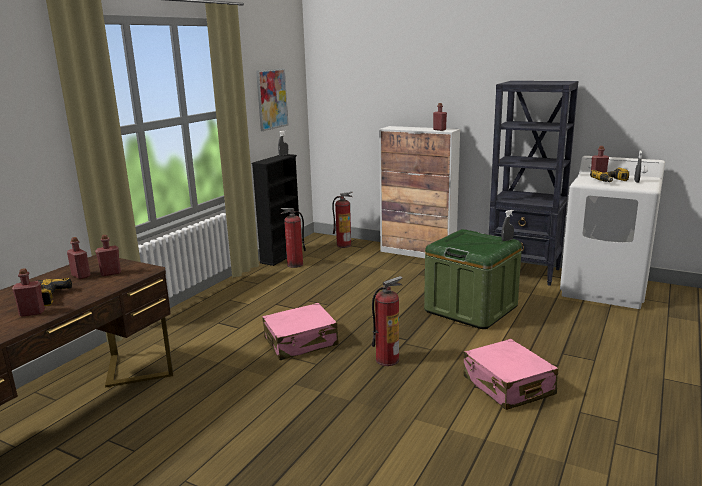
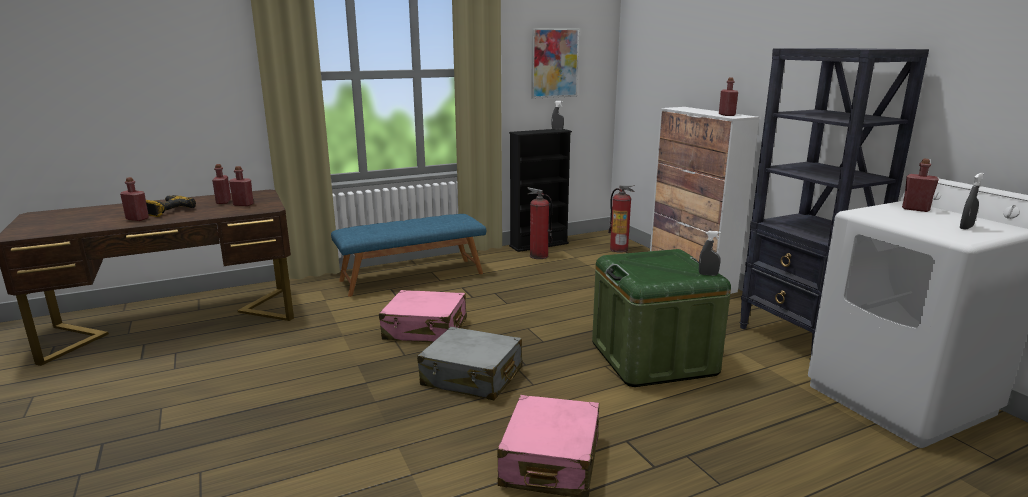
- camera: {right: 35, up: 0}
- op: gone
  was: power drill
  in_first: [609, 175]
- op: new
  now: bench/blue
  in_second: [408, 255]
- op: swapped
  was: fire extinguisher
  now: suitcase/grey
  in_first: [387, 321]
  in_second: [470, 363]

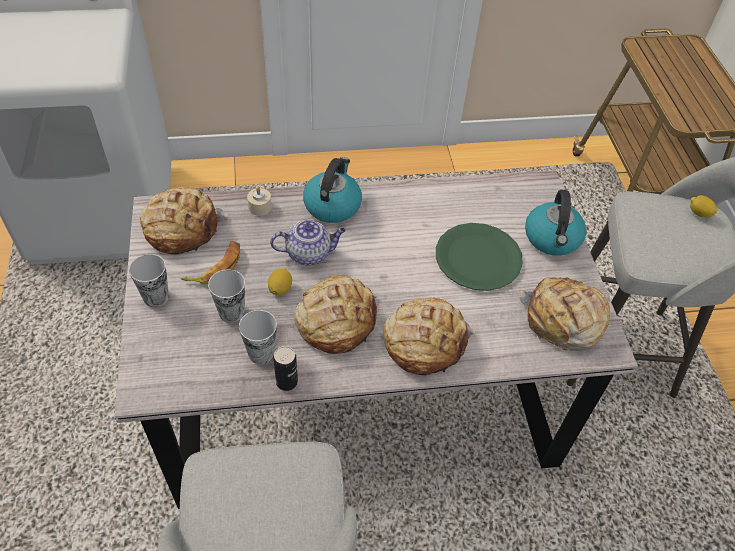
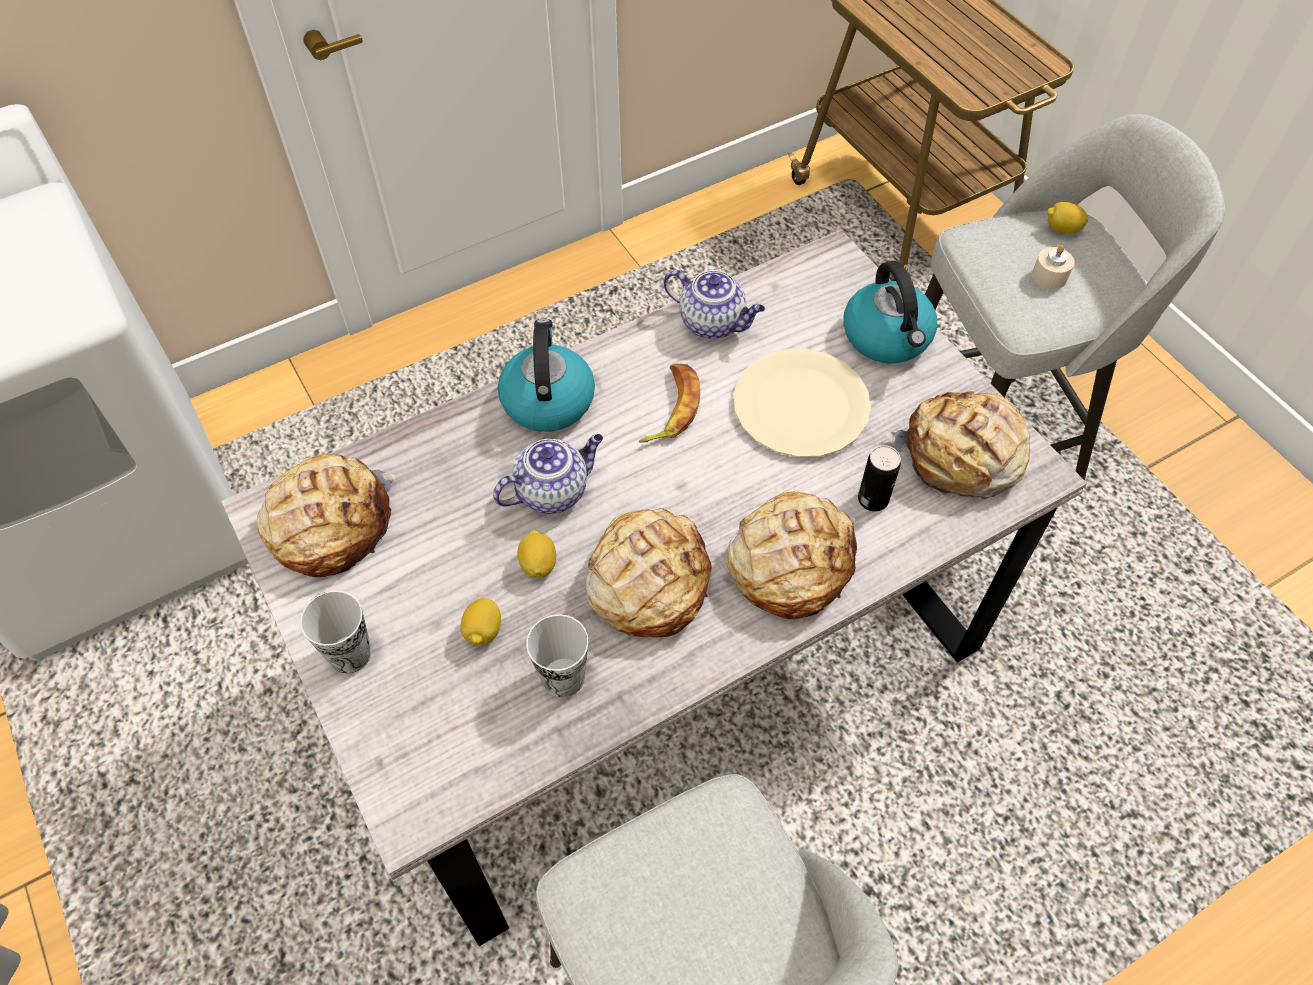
- camera: {right: -20, up: 5}
- op: new
  now: teapot
  in_second: [714, 304]
- op: shifted
  was: banana
  in_first: [210, 262]
  in_second: [669, 403]
- op: shifted
  was: candle/beige
  in_first: [259, 201]
  in_second: [1053, 267]
- op: shifted
  was: can
  in_first: [285, 368]
  in_second: [879, 478]
- op: swapped
  was: cup
  now: lemon
  in_first: [226, 296]
  in_second: [480, 621]
- op: repainted
  was: plate/green
  now: plate/beige
  in_first: [479, 257]
  in_second: [802, 403]

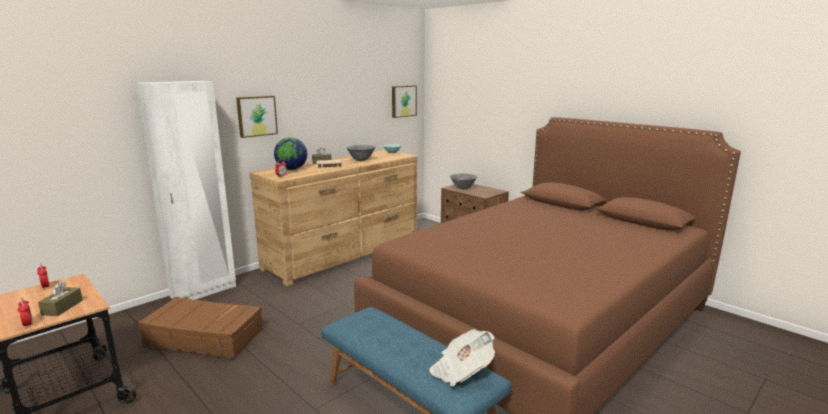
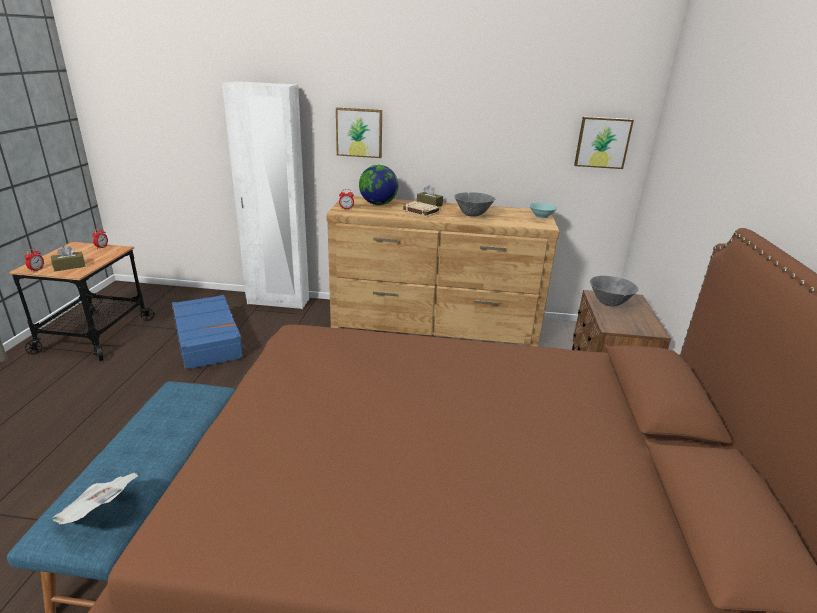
- camera: {right: 50, up: 10}
- op: repainted
  was: suitcase/brown
  now: suitcase/blue
  in_first: [200, 328]
  in_second: [209, 332]

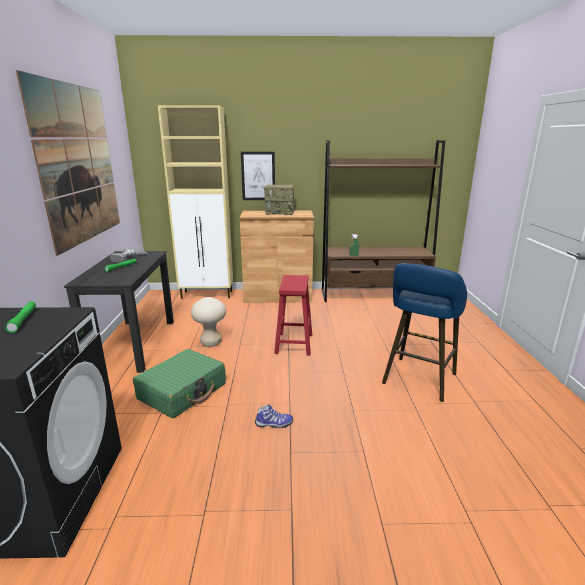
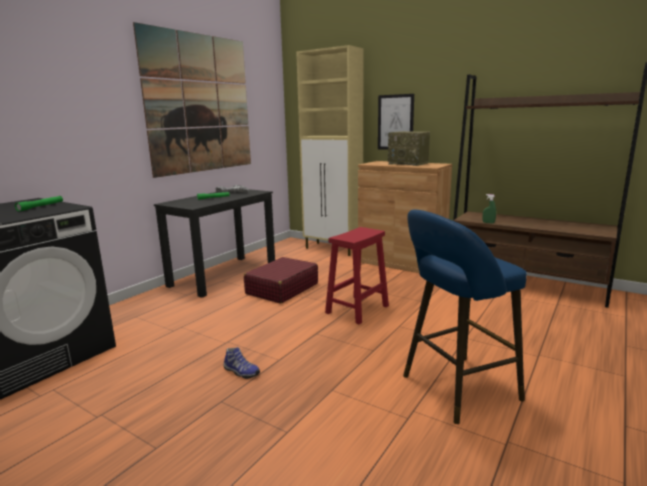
- camera: {right: 35, up: -5}
- op: gone
  was: suitcase/green
  in_first: [179, 383]
- op: swapped
  was: stool/beige
  now: suitcase/red
  in_first: [208, 322]
  in_second: [281, 280]

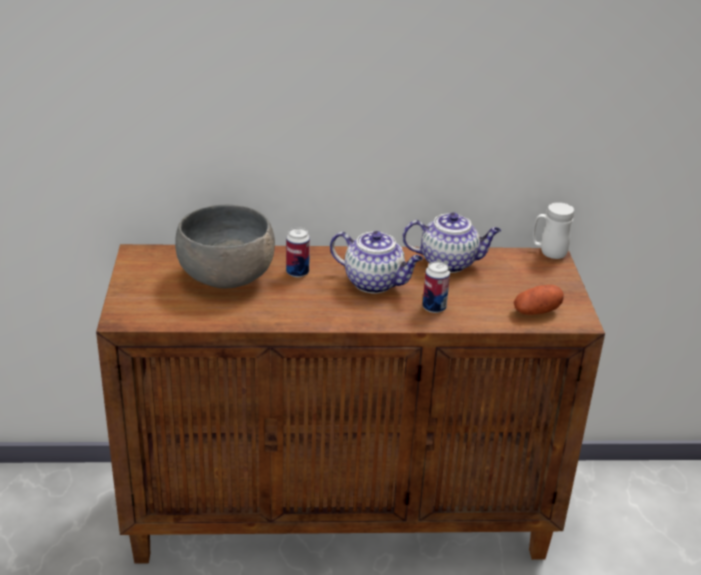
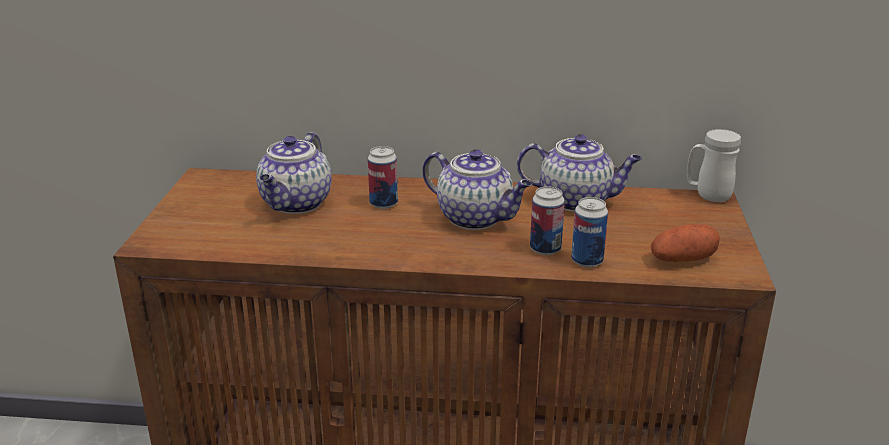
- camera: {right: 10, up: -5}
- op: new
  now: can
  in_second: [589, 232]
- op: swapped
  was: bowl/grey
  now: teapot
  in_first: [225, 246]
  in_second: [294, 173]

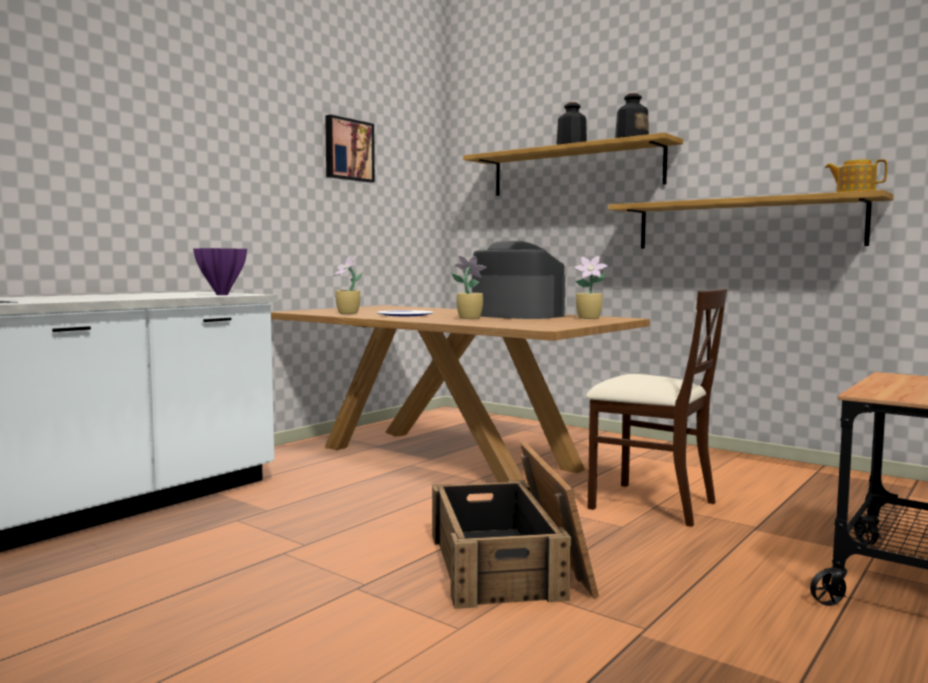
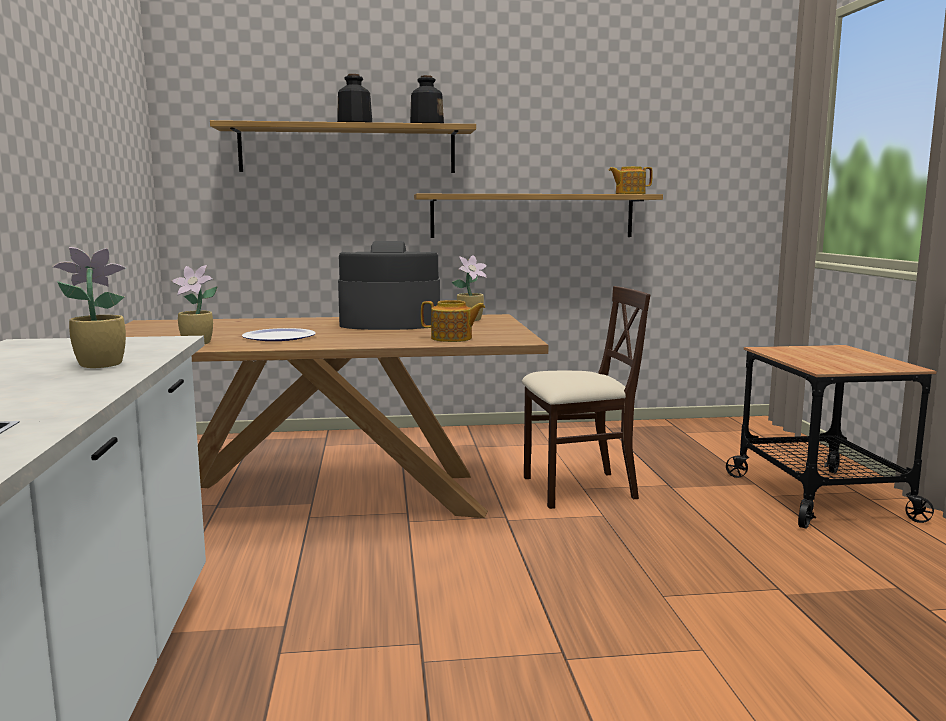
- camera: {right: -45, up: 5}
- op: gone
  was: vase/purple
  in_first: [220, 271]
- op: gone
  was: picture
  in_first: [350, 149]
- op: gone
  was: crate
  in_first: [515, 525]
- op: new
  now: teapot
  in_second: [453, 321]
- op: shifted
  was: potted plant
  in_first: [469, 287]
  in_second: [89, 307]

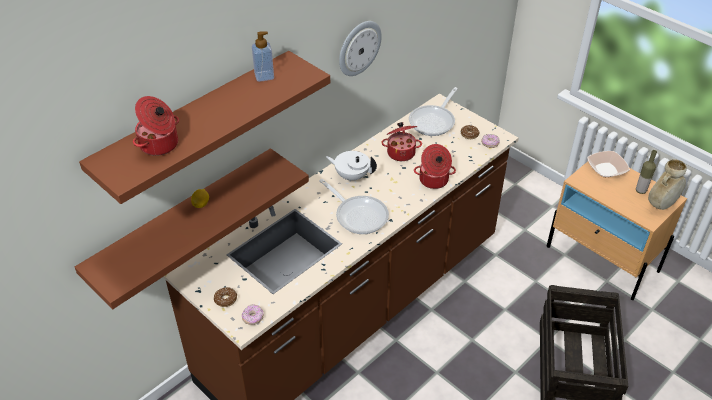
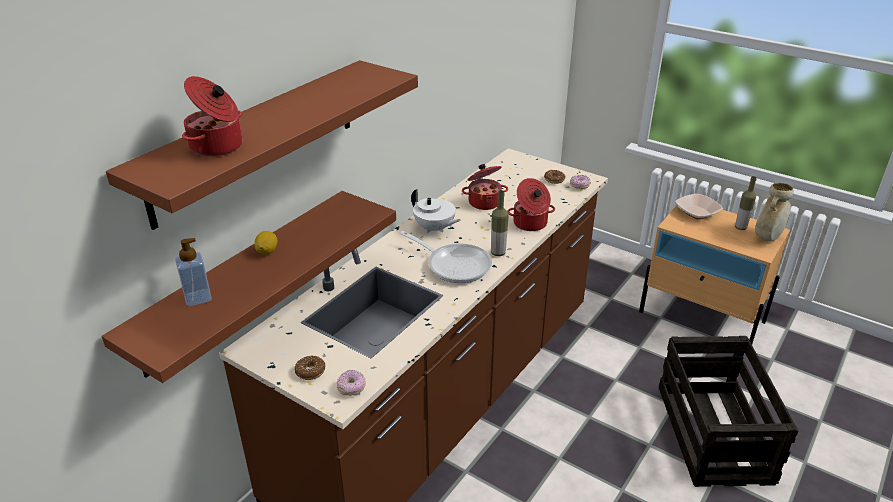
- camera: {right: -10, up: -10}
- op: gone
  was: wall clock
  in_first: [360, 48]
- op: gone
  was: frying pan
  in_first: [433, 111]
- op: new
  now: bottle
  in_second: [500, 223]
- op: shifted
  was: soap dispenser
  in_first: [263, 56]
  in_second: [193, 272]
- op: rotated
  was: teapot/white
  in_first: [351, 166]
  in_second: [436, 211]
  clockwise: -150

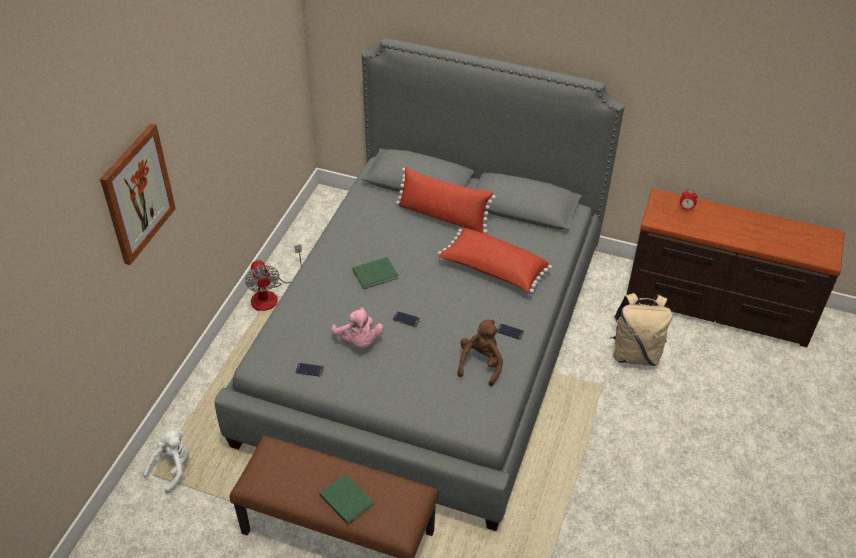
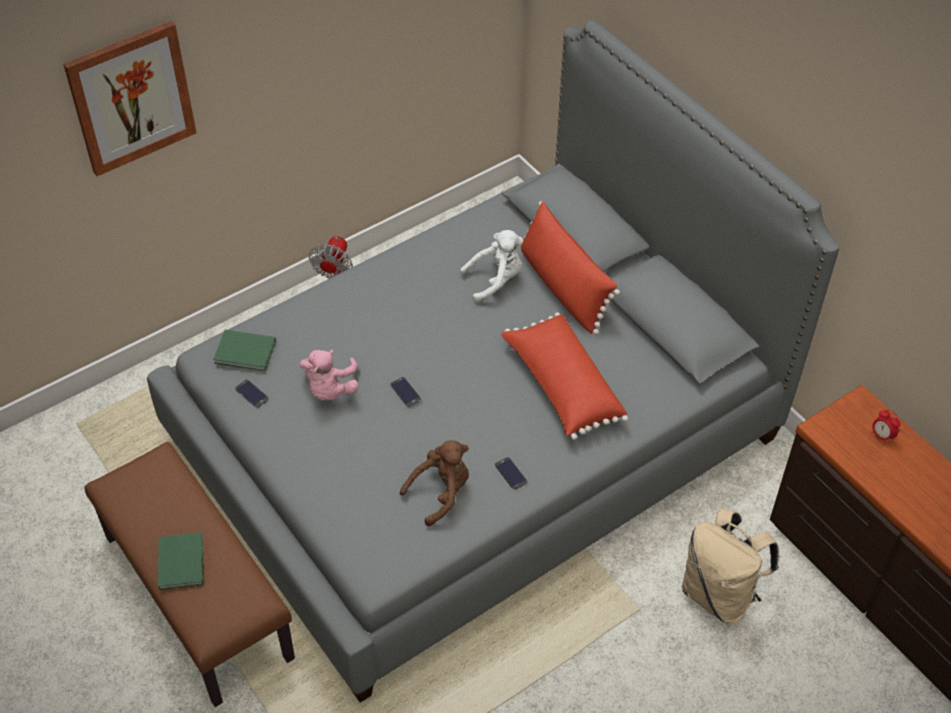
- camera: {right: 35, up: 5}
- op: shifted
  was: plush toy/white
  in_first: [166, 462]
  in_second: [491, 266]
- op: shifted
  was: book/green
  in_first: [375, 273]
  in_second: [244, 350]

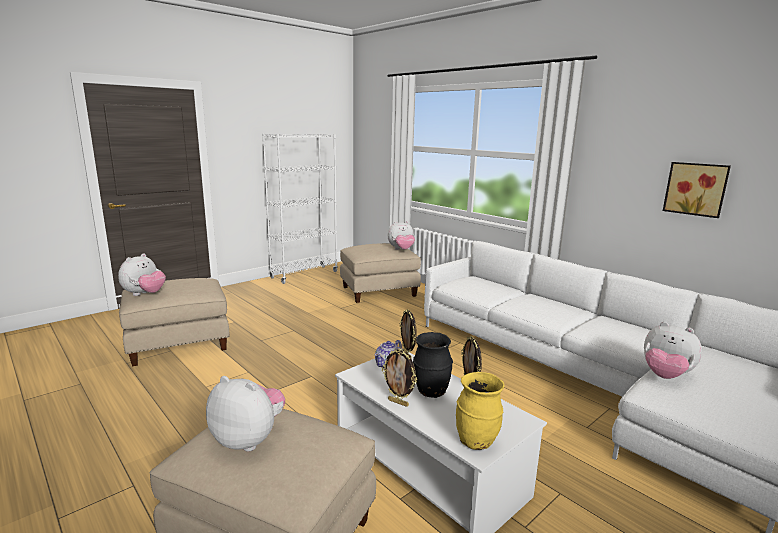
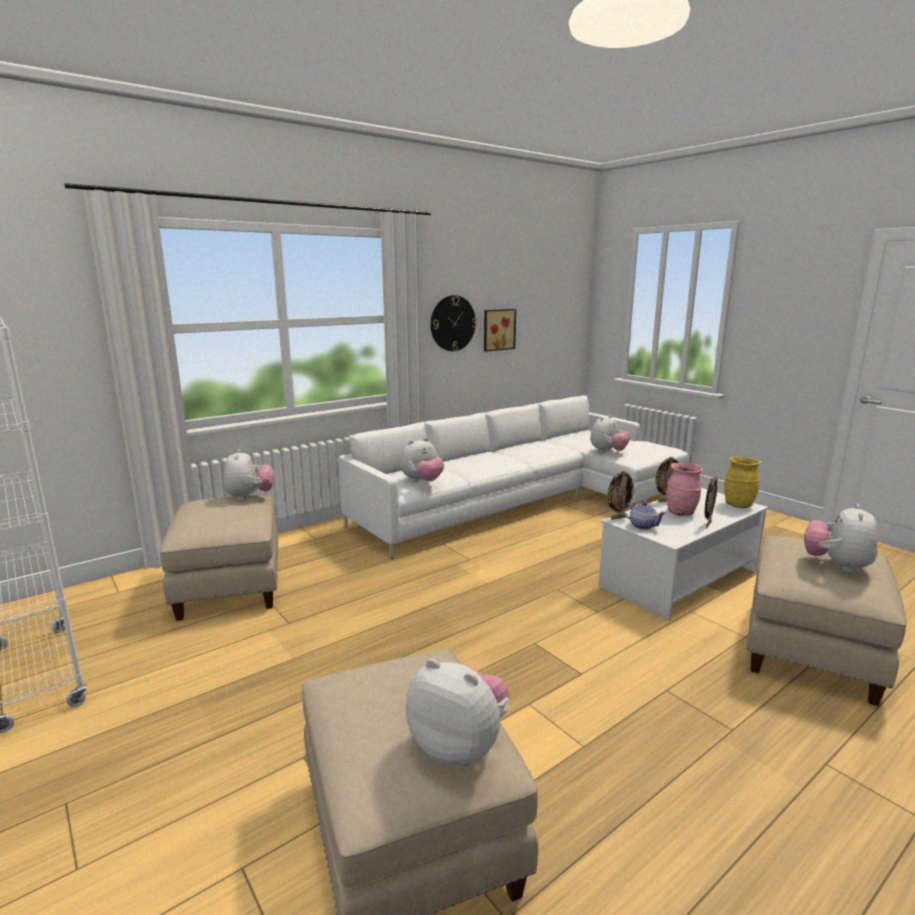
- camera: {right: -85, up: 0}
- op: new
  now: plush toy
  in_second: [422, 460]
- op: new
  now: wall clock
  in_second: [454, 323]
- op: repainted
  was: vase/black
  now: vase/pink
  in_first: [433, 365]
  in_second: [684, 489]

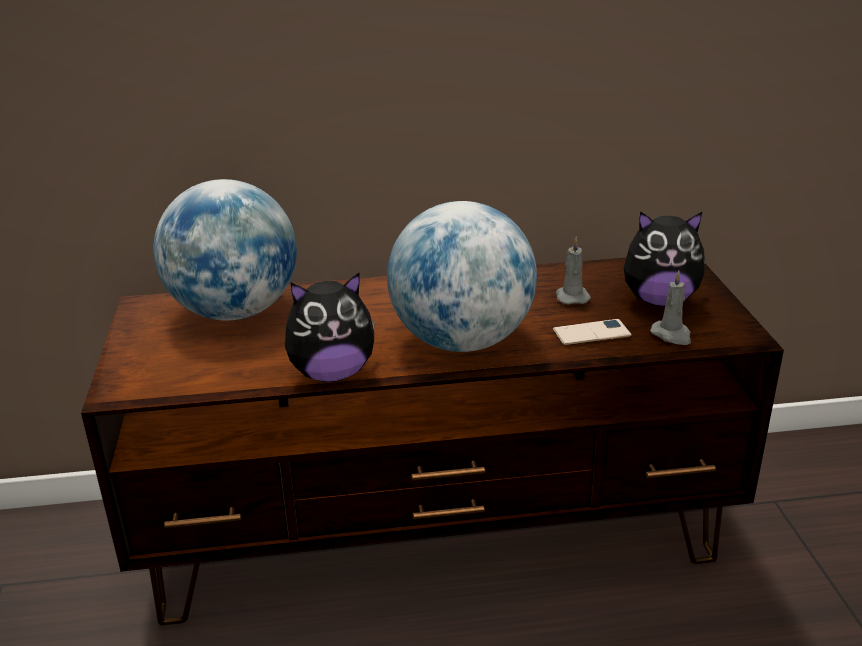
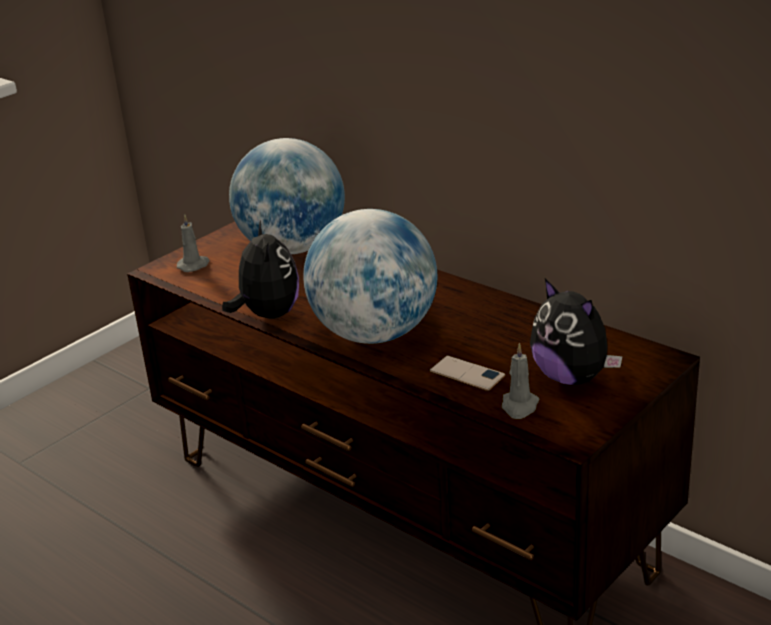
- camera: {right: 50, up: 0}
- op: shifted
  was: candle/grey
  in_first: [573, 271]
  in_second: [193, 243]
- op: rotated
  was: plush toy
  in_first: [330, 327]
  in_second: [260, 270]
  clockwise: -135

